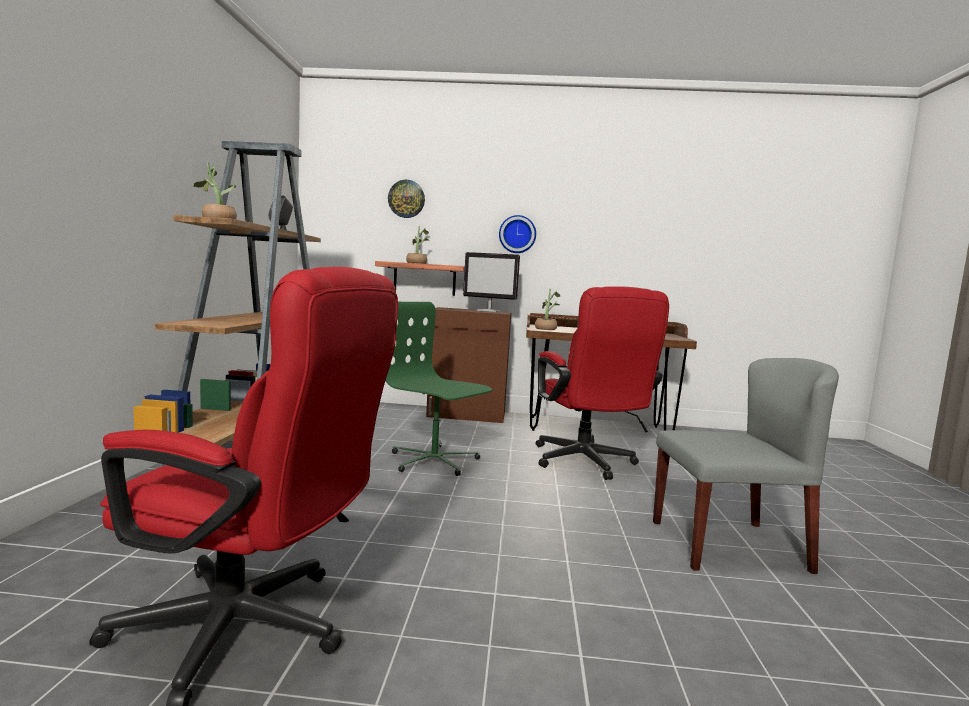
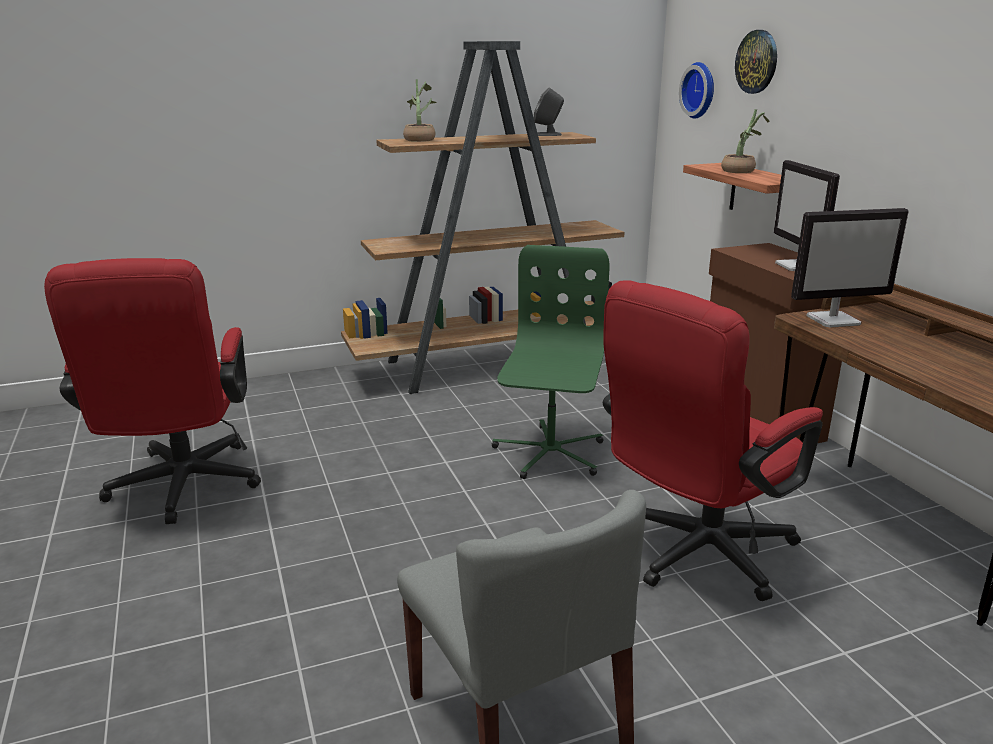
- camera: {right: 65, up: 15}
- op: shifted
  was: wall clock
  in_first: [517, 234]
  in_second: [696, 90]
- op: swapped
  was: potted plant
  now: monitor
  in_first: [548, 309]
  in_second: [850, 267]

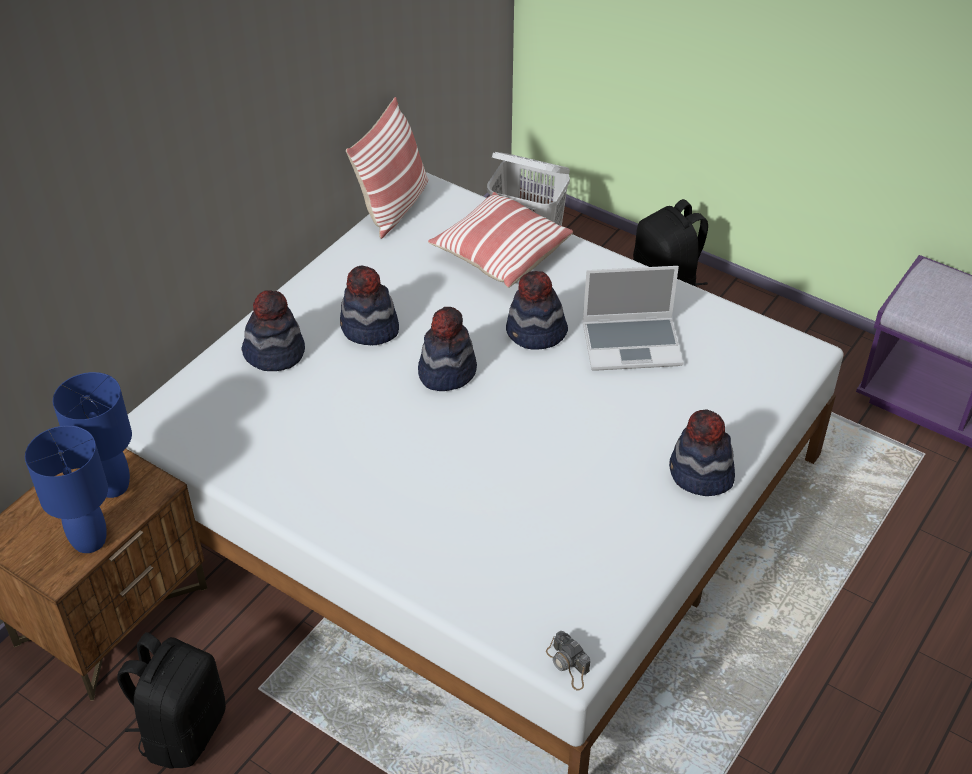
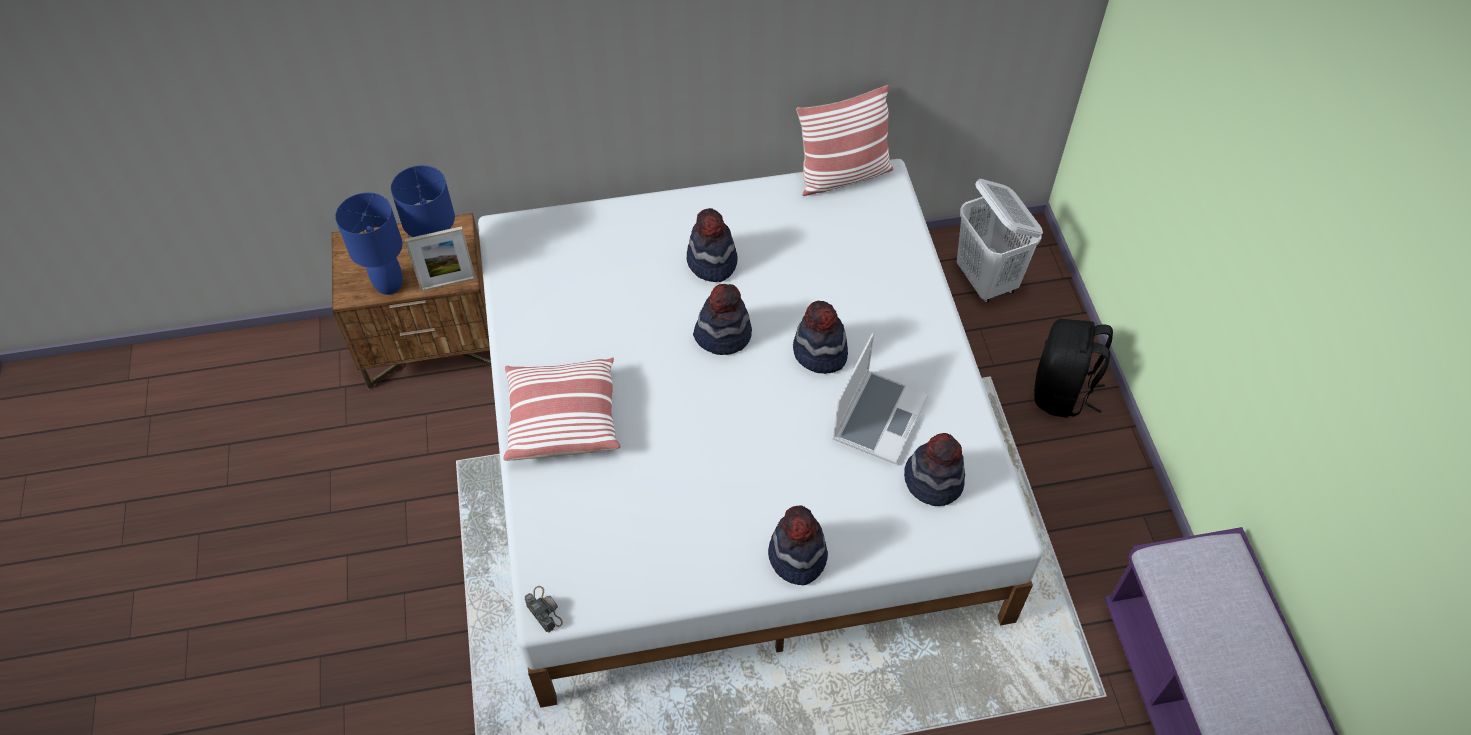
- camera: {right: 45, up: 10}
- op: gone
  was: backpack/black
  in_first: [171, 700]
- op: new
  now: picture frame
  in_second: [440, 258]
- op: shifted
  was: hat
  in_first: [273, 330]
  in_second: [934, 469]
- op: shifted
  was: pillow
  in_first: [500, 240]
  in_second: [562, 409]
- op: rotated
  was: photo camera
  in_first: [568, 660]
  in_second: [544, 609]
  clockwise: 135
- op: rotated
  was: laptop
  in_first: [633, 318]
  in_second: [880, 398]
  clockwise: -105

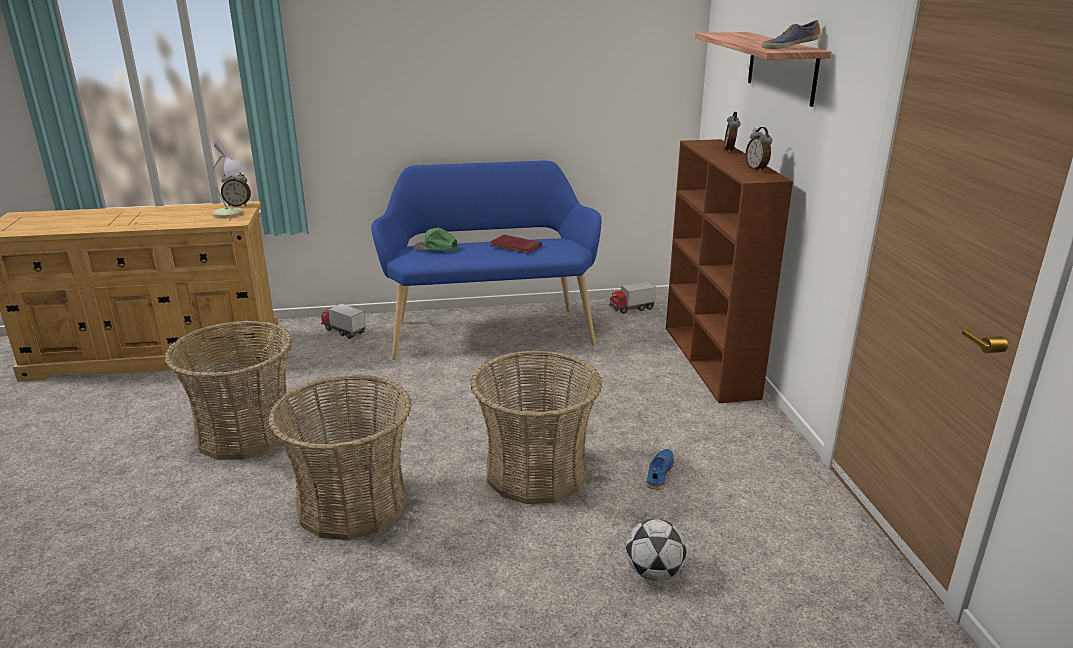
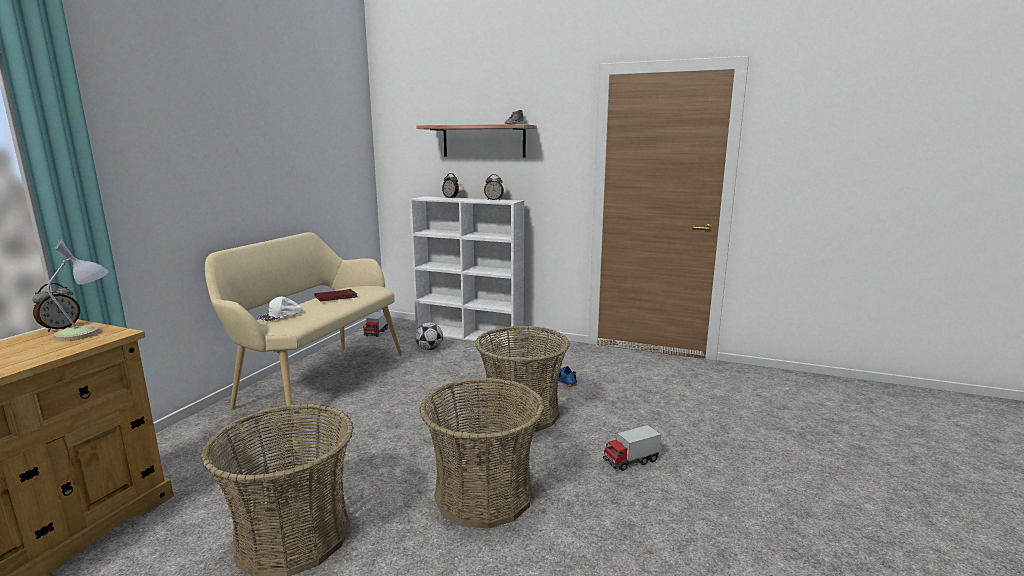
- camera: {right: -60, up: -10}
- op: shifted
  was: toy truck
  in_first: [343, 321]
  in_second: [632, 448]
- op: shifted
  was: football
  in_first: [656, 550]
  in_second: [429, 336]
- op: repainted
  was: bench/blue
  now: bench/beige
  in_first: [486, 260]
  in_second: [303, 328]
- op: repainted
  was: cap/green
  now: cap/white
  in_first: [436, 239]
  in_second: [280, 308]
- op: repainted
  was: bookcase/brown
  now: bookcase/white
  in_first: [729, 271]
  in_second: [466, 270]

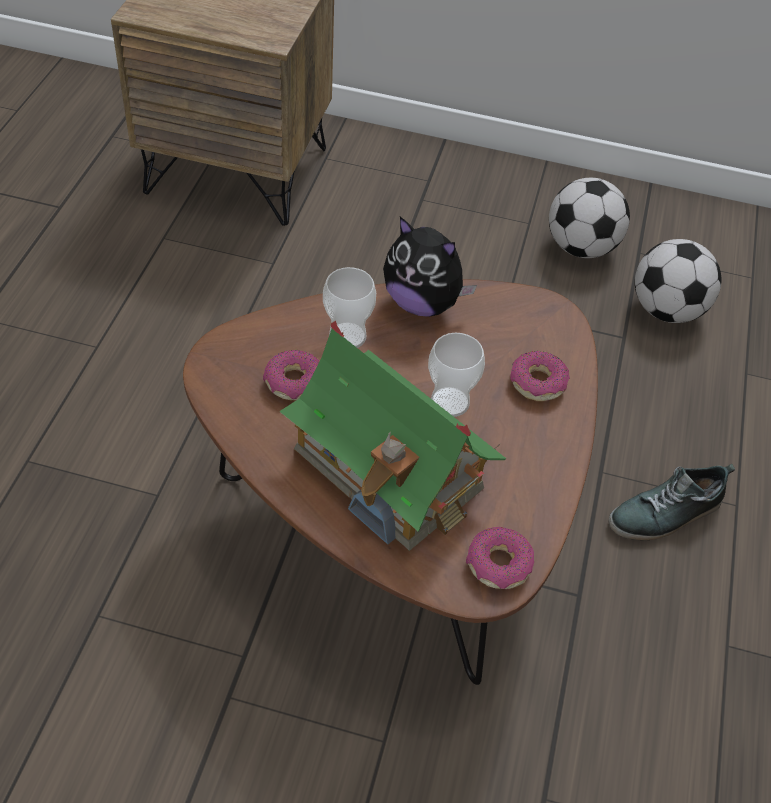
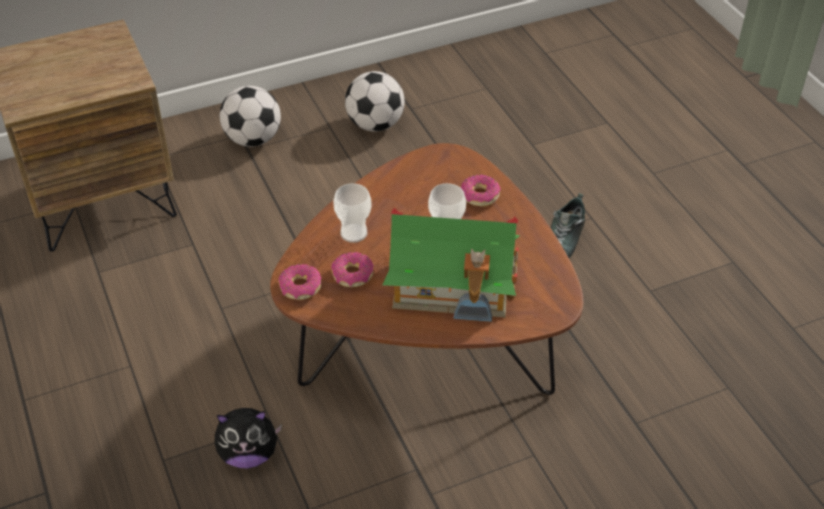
- camera: {right: -35, up: -5}
- op: shifted
  was: plush toy
  in_first: [430, 267]
  in_second: [248, 438]
- op: shifted
  was: donut
  in_first: [500, 558]
  in_second: [299, 282]
- op: shifted
  was: football
  in_first: [678, 281]
  in_second: [250, 116]

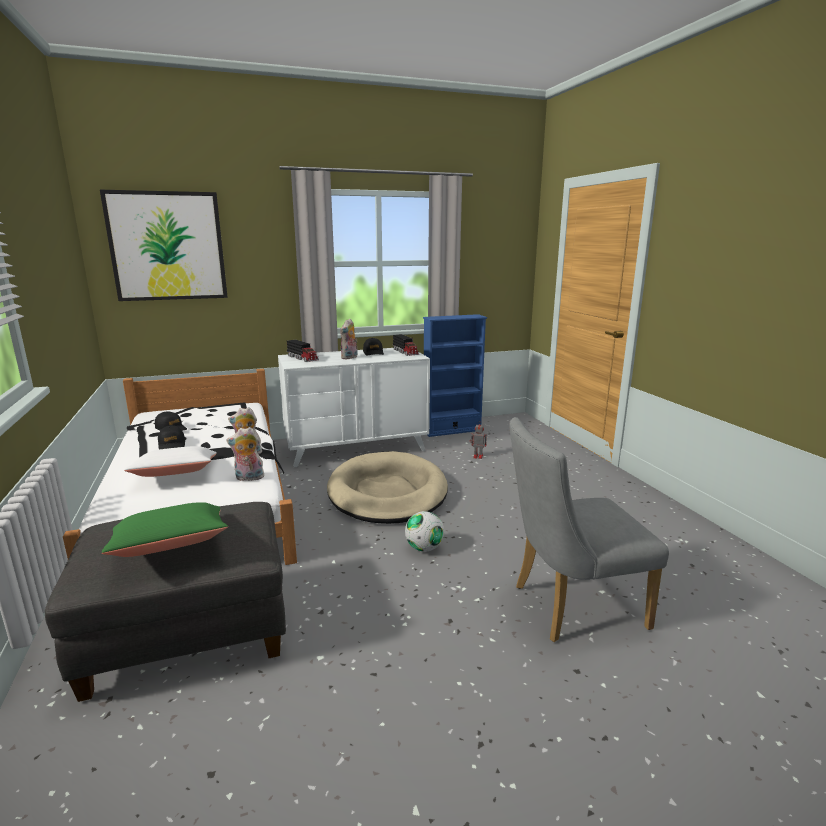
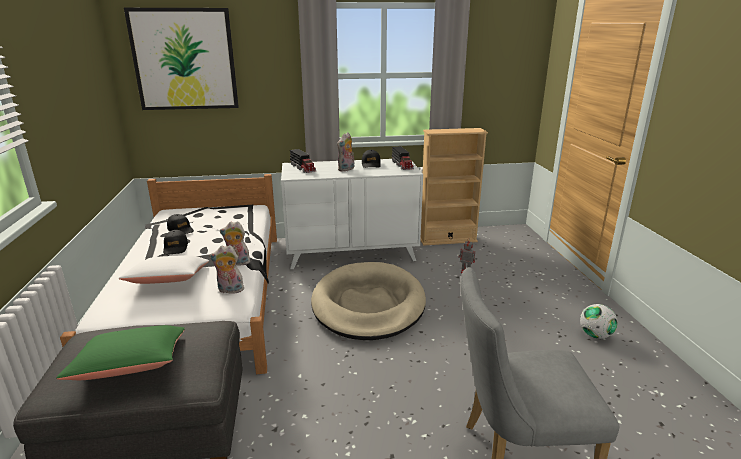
- camera: {right: 10, up: 5}
- op: shifted
  was: football
  in_first: [424, 531]
  in_second: [599, 321]
- op: repainted
  was: bookcase/blue
  now: bookcase/beige
  in_first: [455, 375]
  in_second: [454, 187]

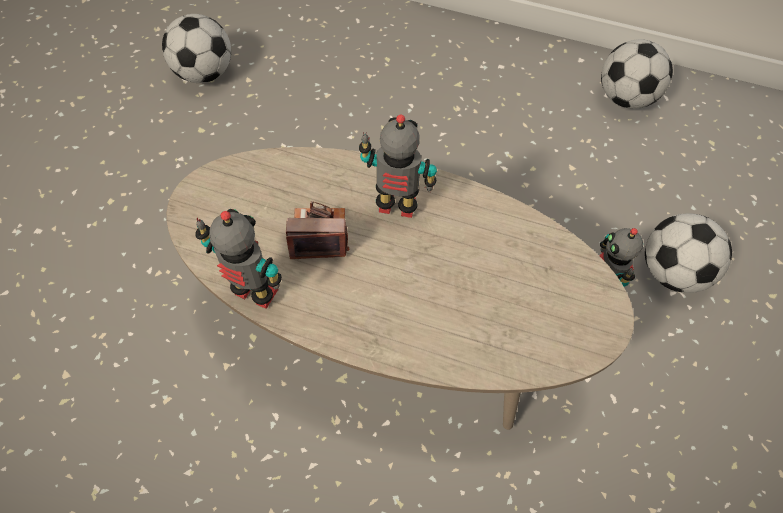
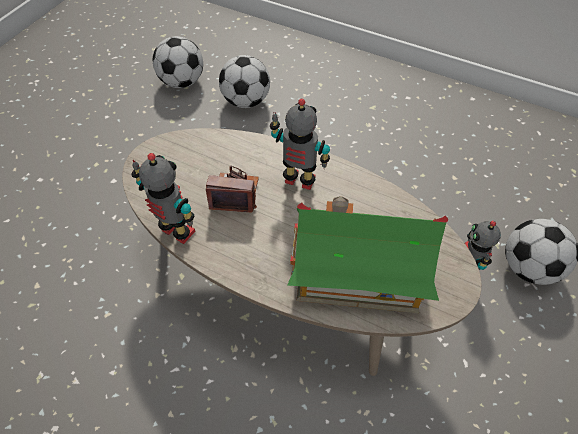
- camera: {right: 10, up: -5}
- op: new
  now: toy house
  in_second: [367, 254]
- op: shifted
  was: football
  in_first: [637, 74]
  in_second: [244, 81]

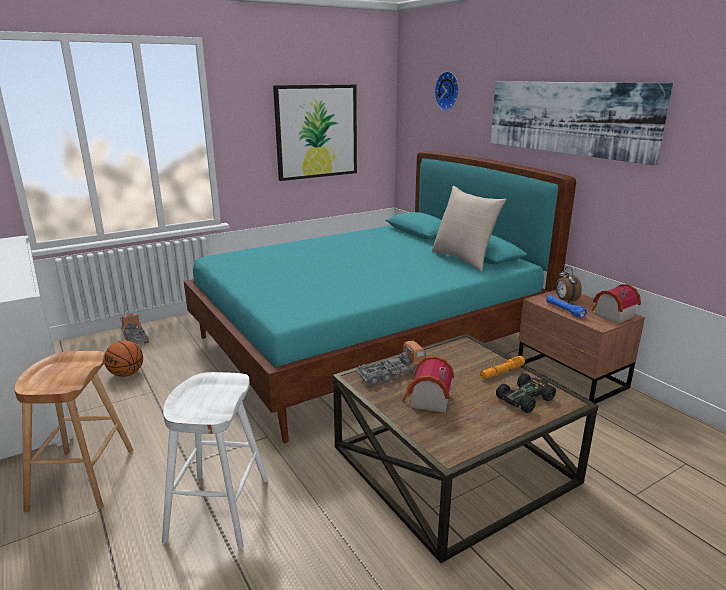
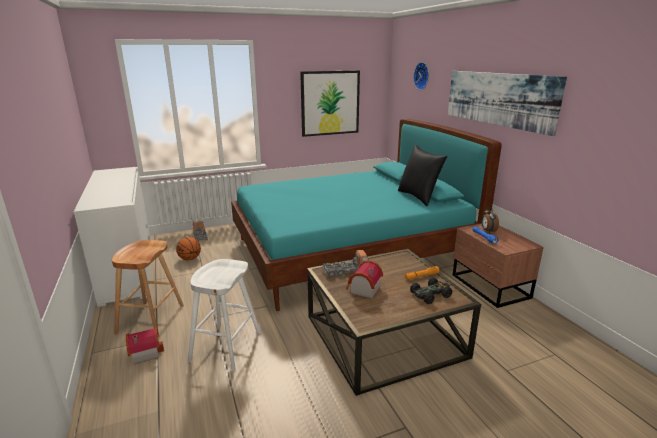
- camera: {right: 10, up: 0}
- op: shifted
  was: toy house
  in_first: [616, 304]
  in_second: [145, 345]
- op: repainted
  was: pillow/beige
  now: pillow/black
  in_first: [469, 229]
  in_second: [423, 176]

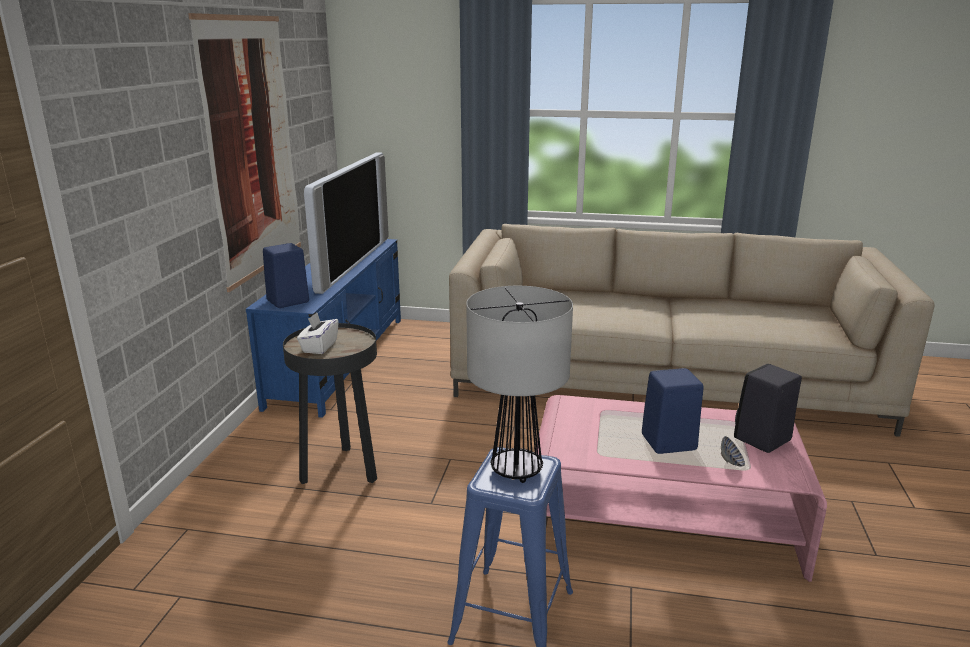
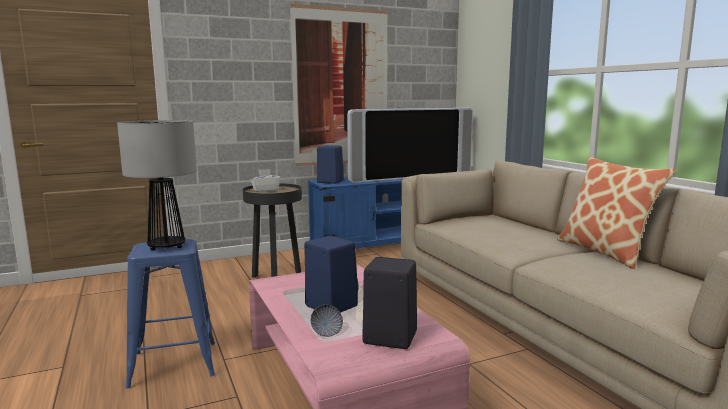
- camera: {right: 55, up: -10}
- op: new
  now: pillow
  in_second: [616, 213]

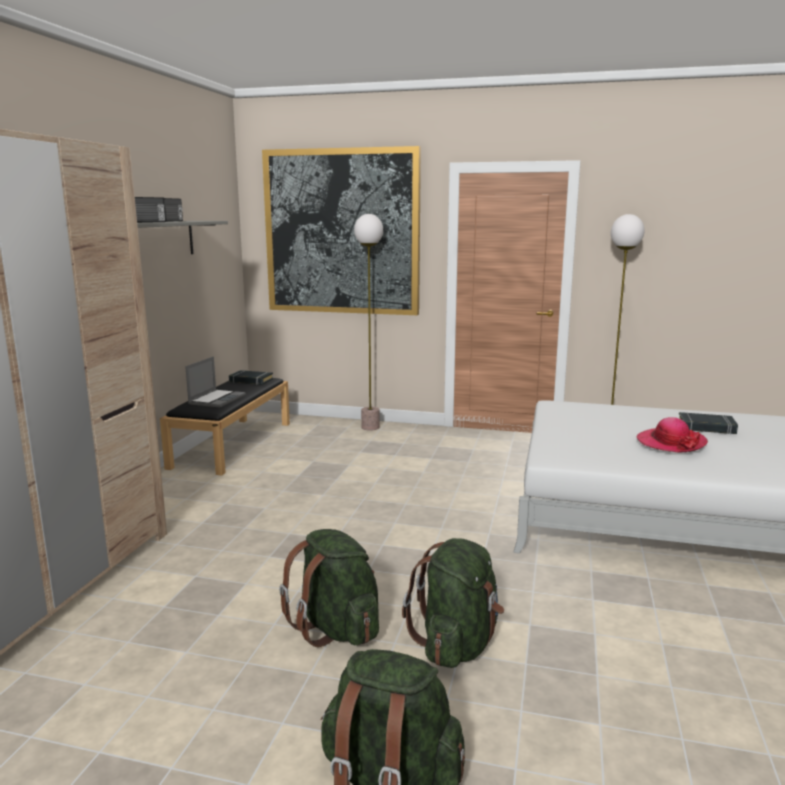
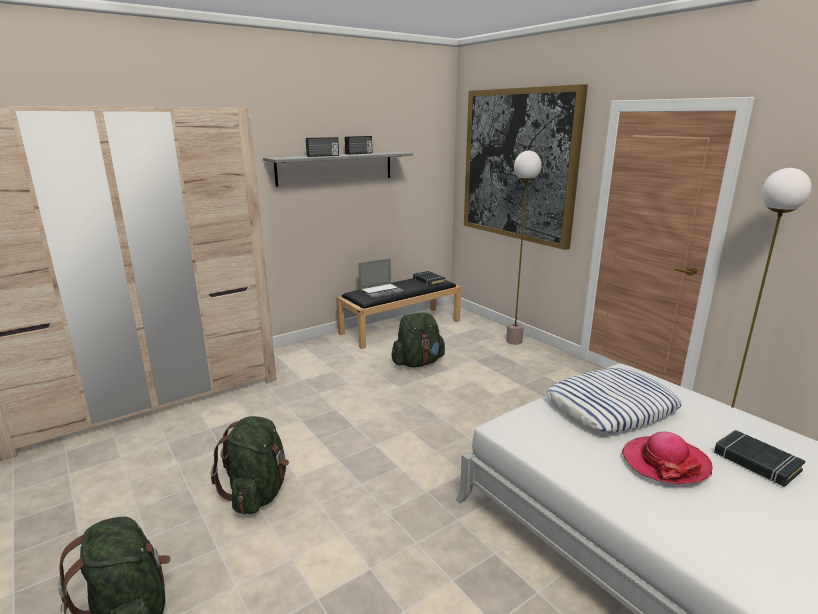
- camera: {right: 40, up: 5}
- op: new
  now: pillow
  in_second: [614, 400]
- op: shifted
  was: backpack/green
  in_first: [453, 603]
  in_second: [418, 339]

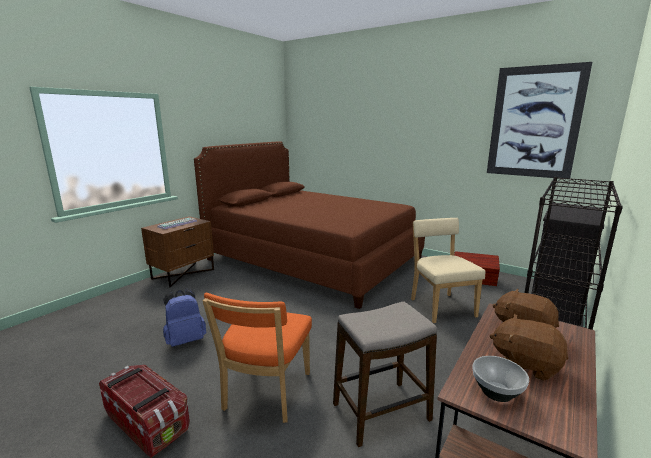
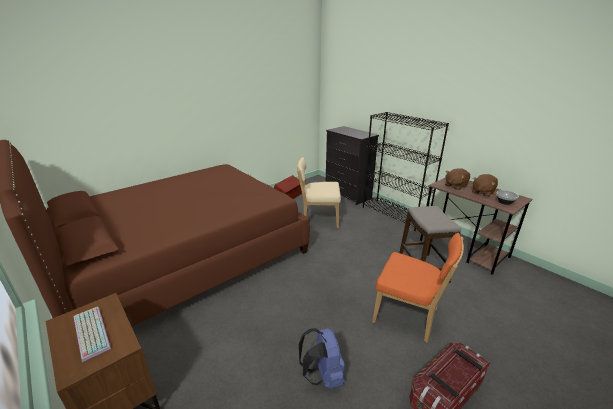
- camera: {right: -75, up: 10}
- op: gone
  was: picture
  in_first: [539, 120]

